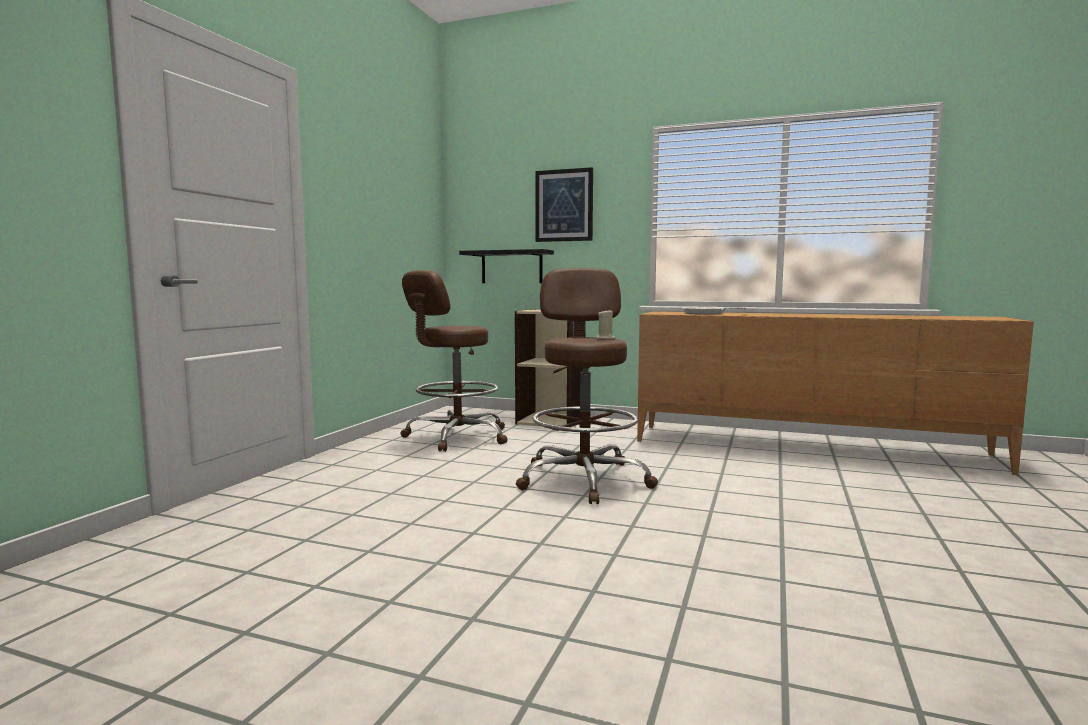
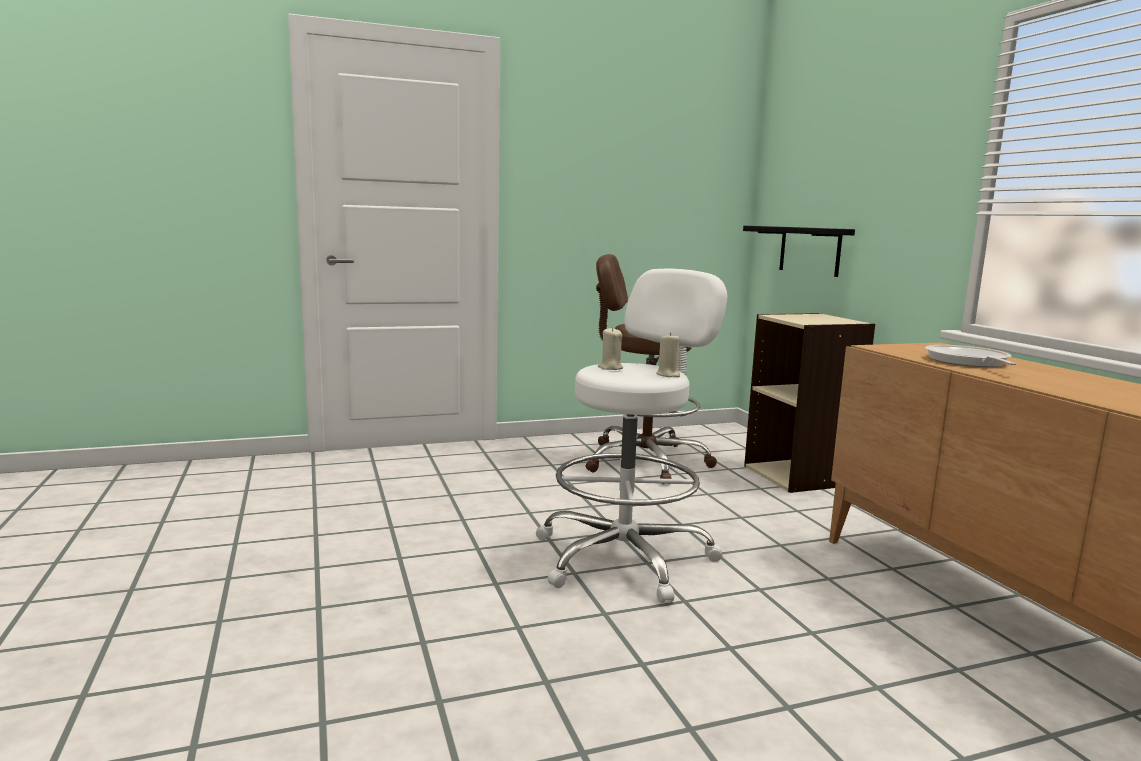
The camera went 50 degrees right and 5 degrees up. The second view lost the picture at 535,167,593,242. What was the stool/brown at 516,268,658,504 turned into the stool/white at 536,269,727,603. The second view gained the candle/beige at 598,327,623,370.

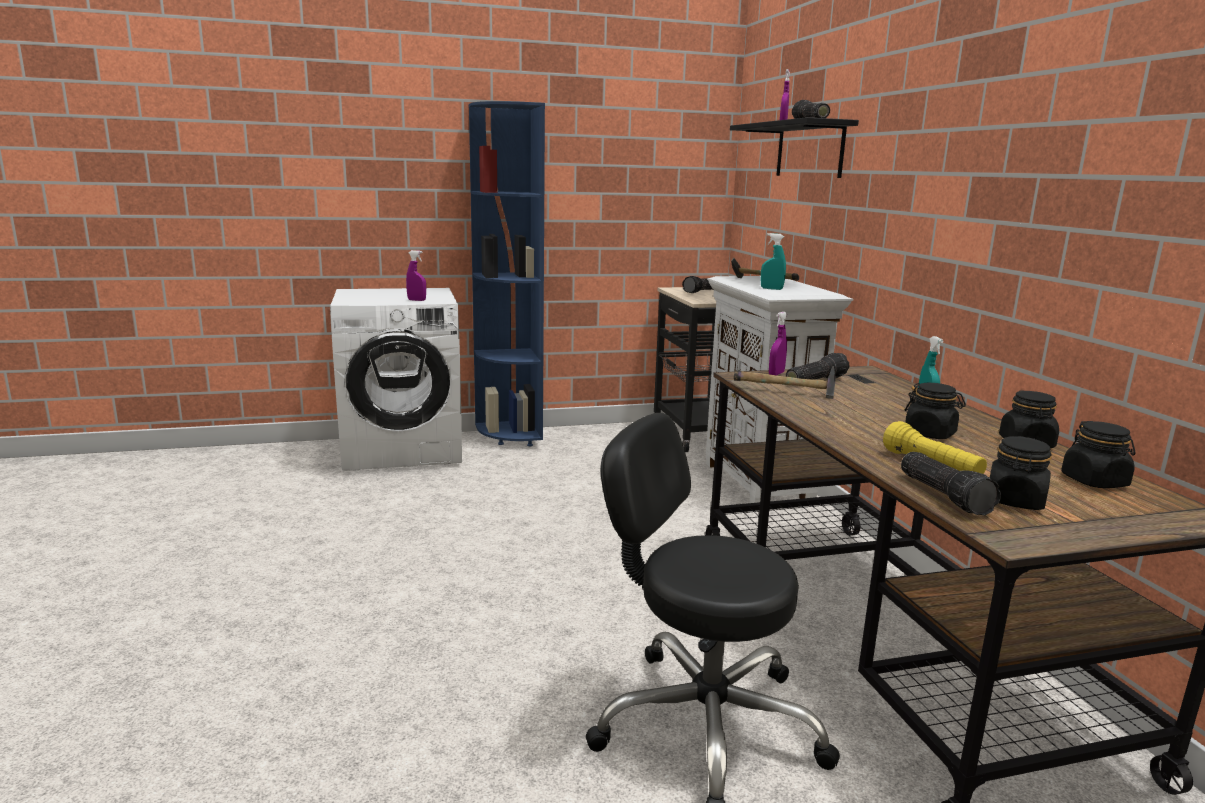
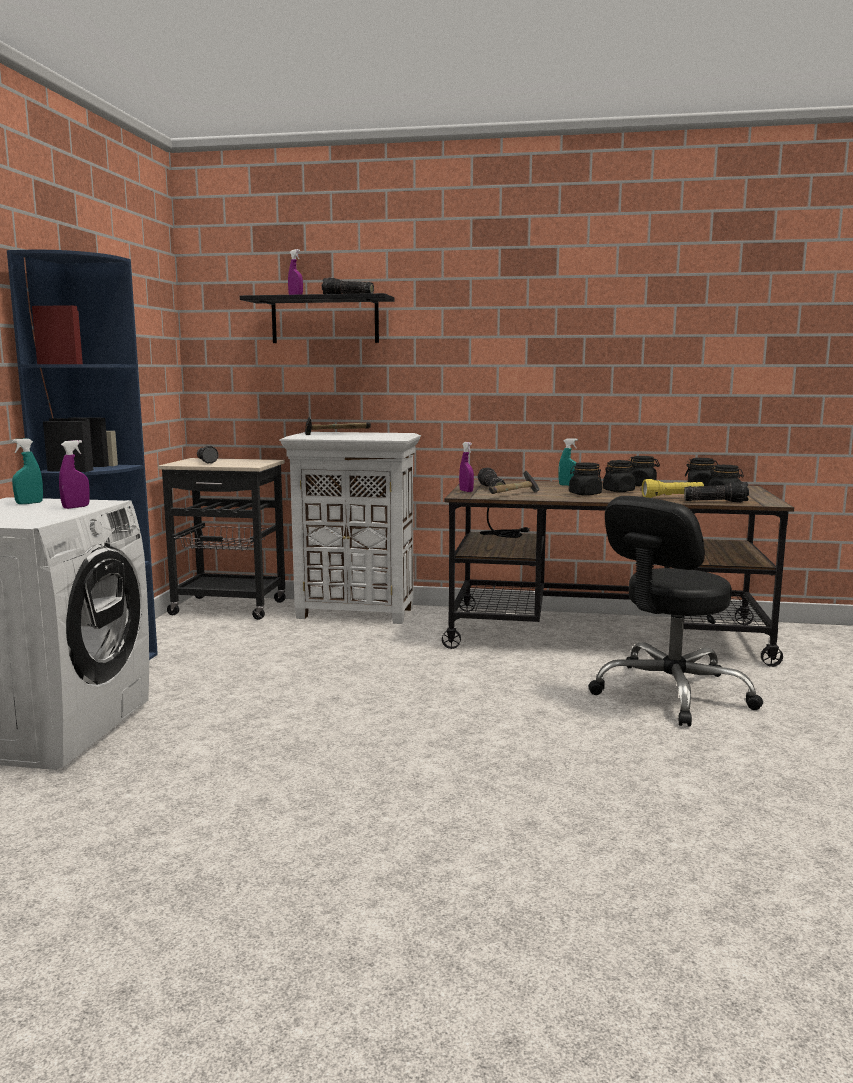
The camera went 65 degrees left and 5 degrees down. The spray bottle/turquoise ended up elsewhere, having gone from 761,233,786,290 to 12,438,43,504. The second view gained the jar/black at 569,462,602,496.

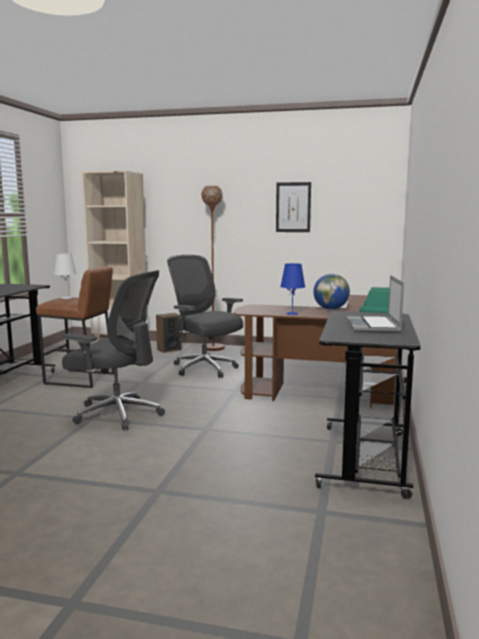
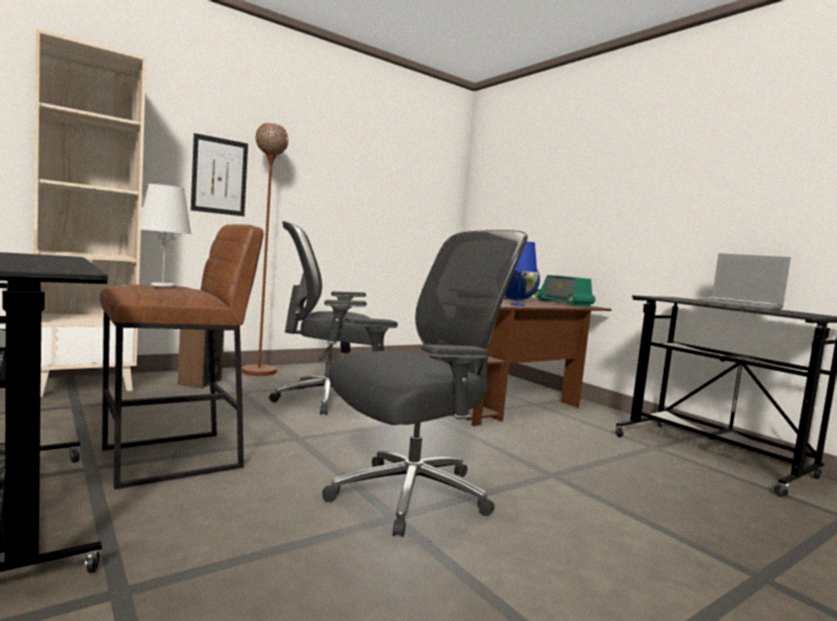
The camera went 50 degrees left and 5 degrees down. The picture ended up elsewhere, having gone from 276,182,311,232 to 191,133,248,216.

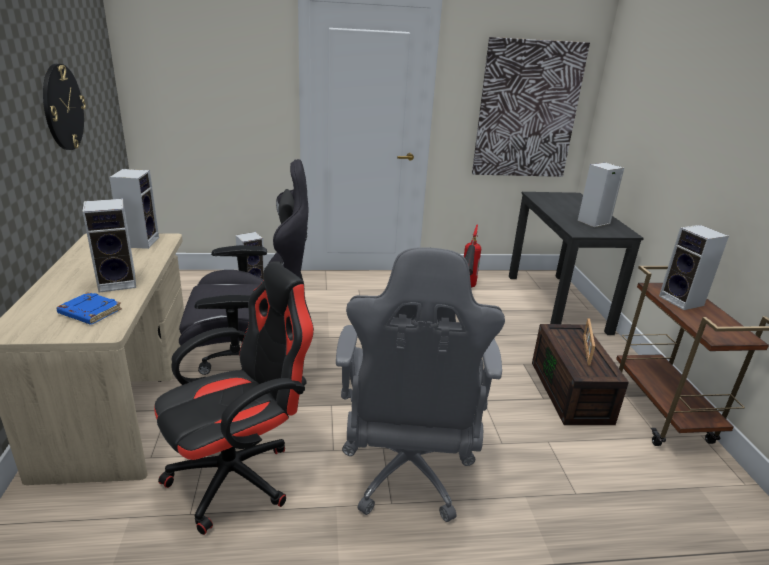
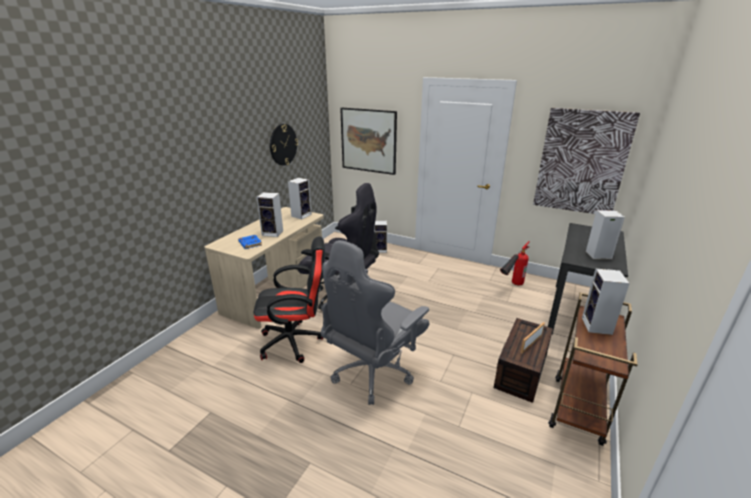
The camera went 35 degrees right and 0 degrees up. The second view gained the picture at 340,108,397,175.

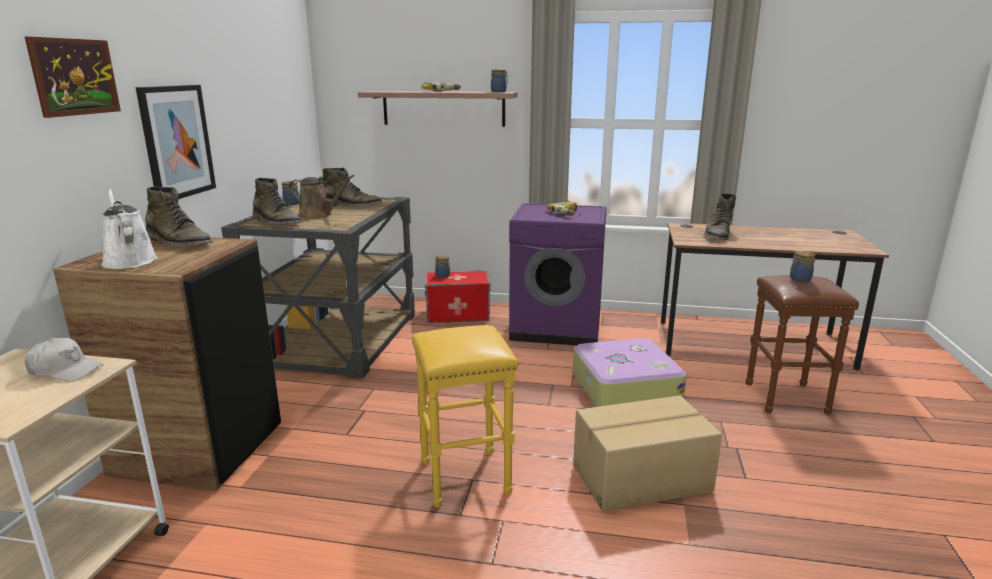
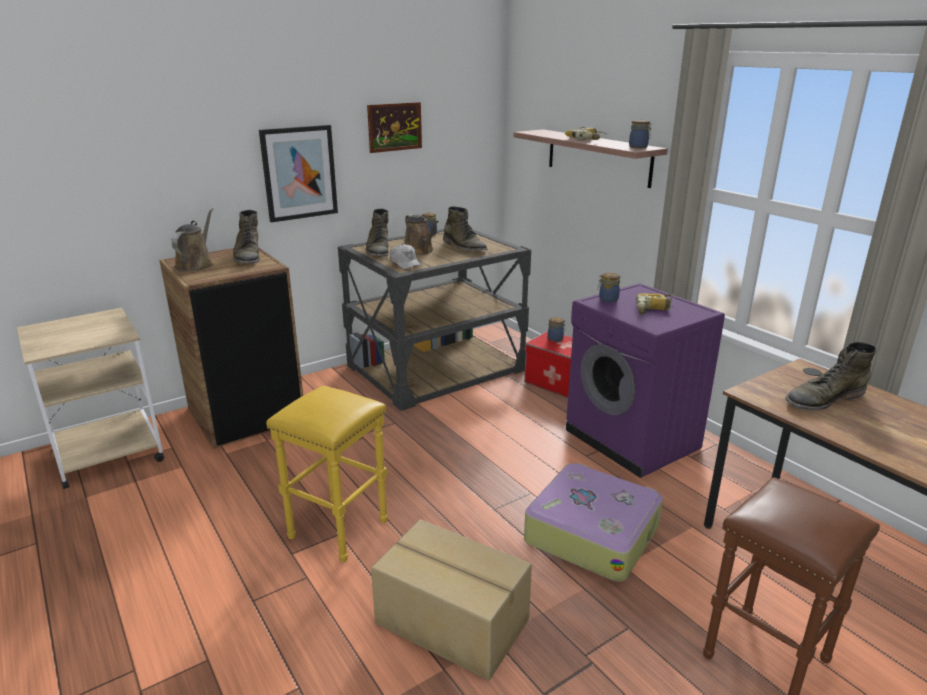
The camera went 45 degrees right and 5 degrees up. The picture ended up elsewhere, having gone from 24,36,121,118 to 367,102,422,153. What was the watering can/white at 101,188,158,269 turned into the watering can/brown at 171,208,213,271. The jar ended up elsewhere, having gone from 790,251,815,282 to 598,273,620,303. The cap/white ended up elsewhere, having gone from 25,338,104,382 to 390,244,422,269.

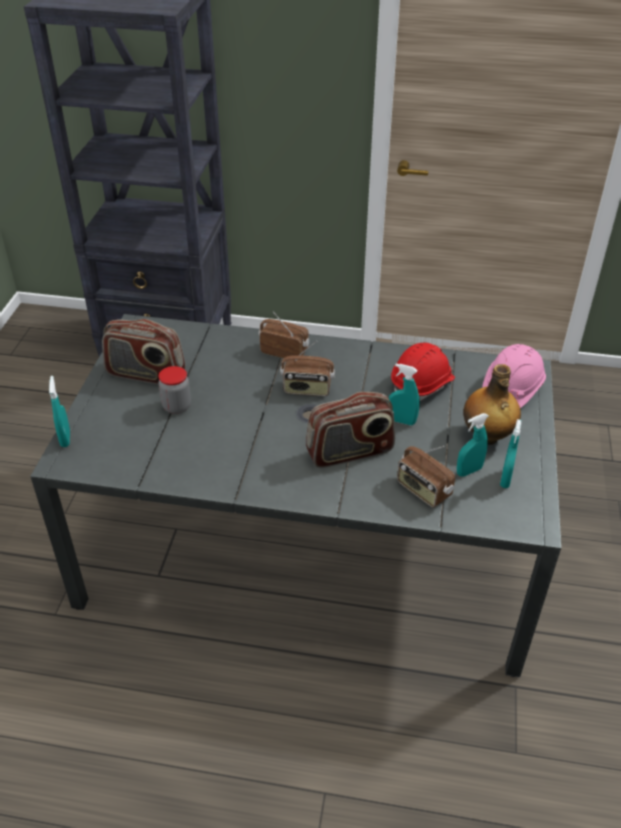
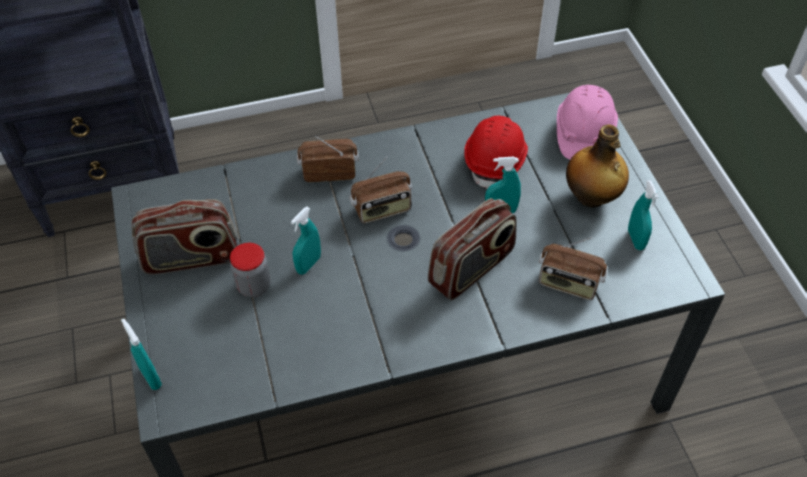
The camera went 25 degrees left and 10 degrees up. The spray bottle/turquoise ended up elsewhere, having gone from 457,413,489,477 to 291,207,321,275.

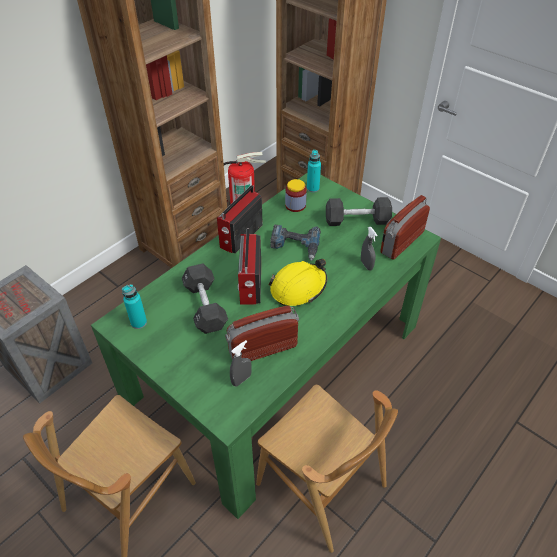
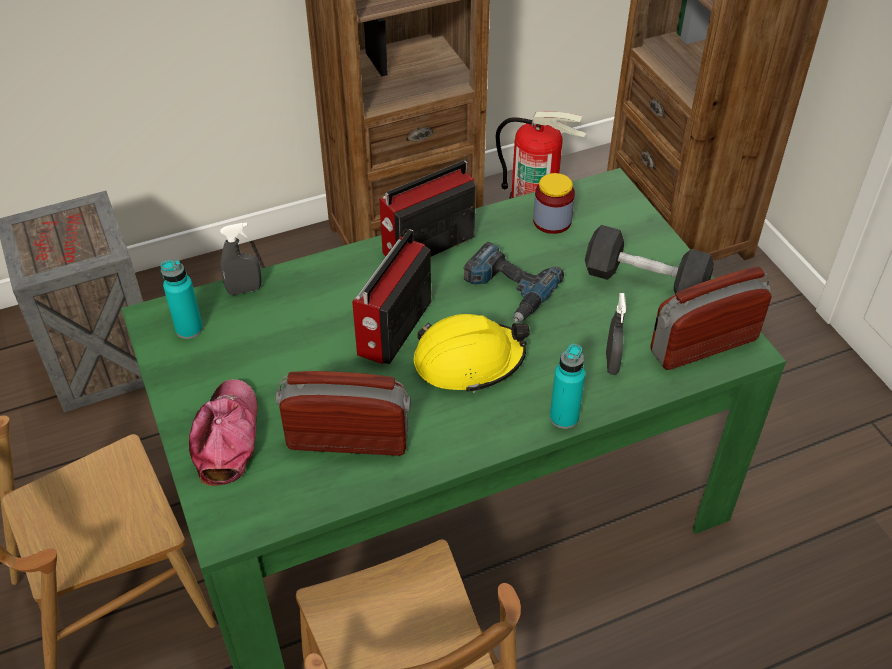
The camera went 25 degrees right and 0 degrees up. The bottle/turquoise ended up elsewhere, having gone from 307,150,321,193 to 550,344,585,429. The second view lost the dumbbell/black at 182,264,228,334. The spray bottle/grey ended up elsewhere, having gone from 230,340,252,387 to 220,222,262,295. The second view gained the cap at 189,379,257,486.

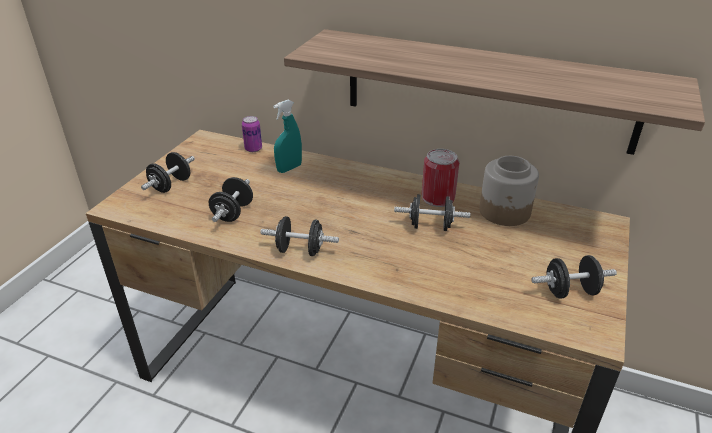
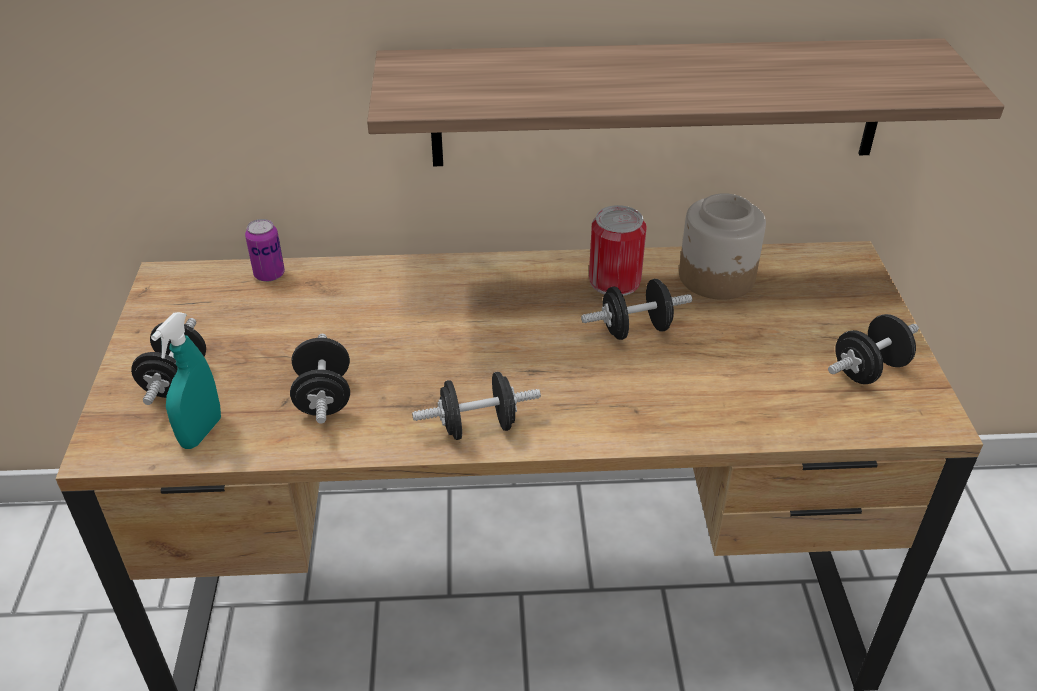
The camera went 25 degrees left and 5 degrees up. The spray bottle/turquoise ended up elsewhere, having gone from 273,100,302,173 to 151,312,221,449.

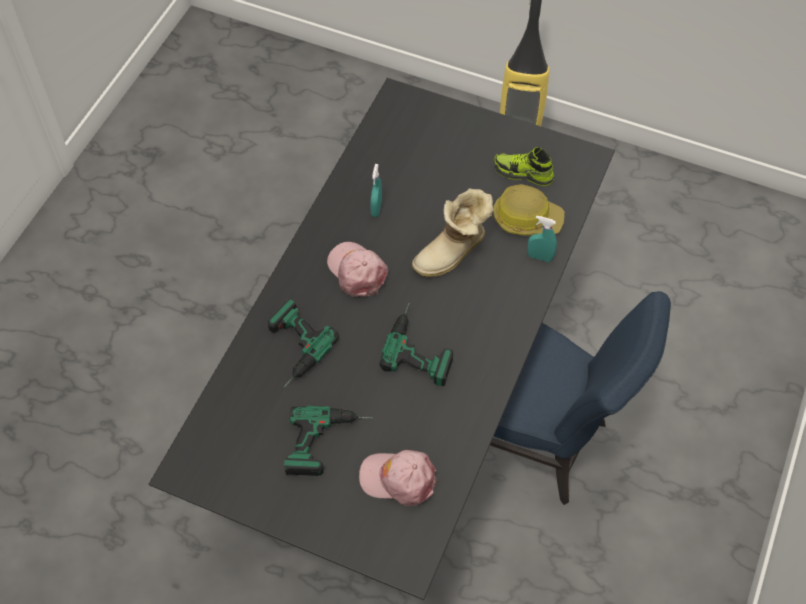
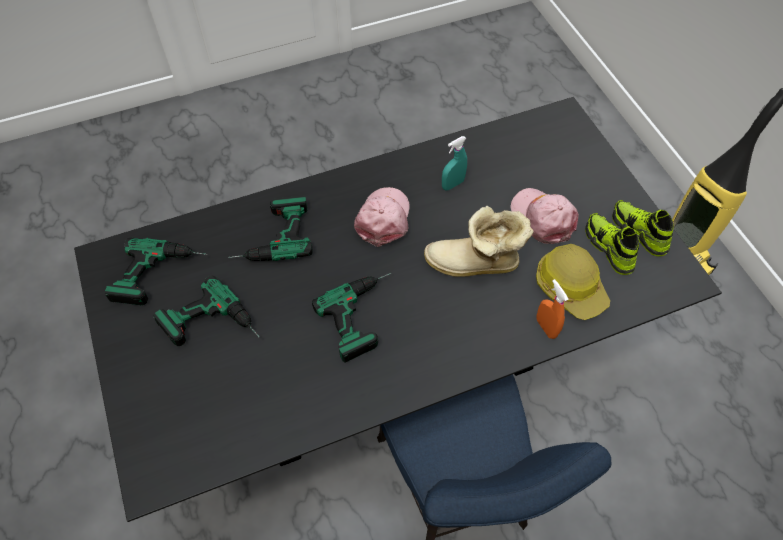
The camera went 45 degrees right and 0 degrees up. What was the spray bottle/turquoise at 527,216,557,262 turned into the spray bottle/orange at 537,279,569,339. The cap/pink ended up elsewhere, having gone from 359,450,437,506 to 511,188,579,244. The second view gained the shoe at 612,200,673,257. The second view gained the power drill at 105,237,208,305.

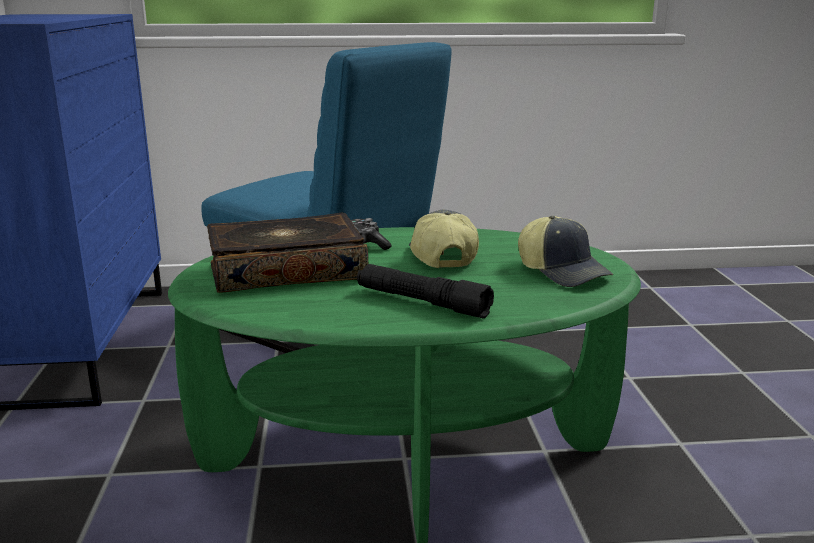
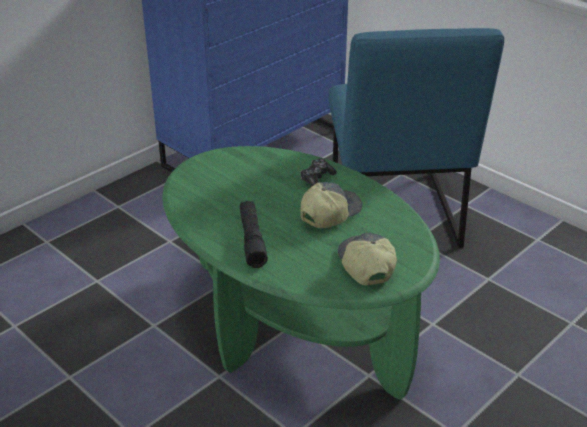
The camera went 50 degrees right and 15 degrees up. The second view lost the book at 207,213,368,293. The cap at 518,216,613,287 ended up facing another way, 150 degrees clockwise from before.

